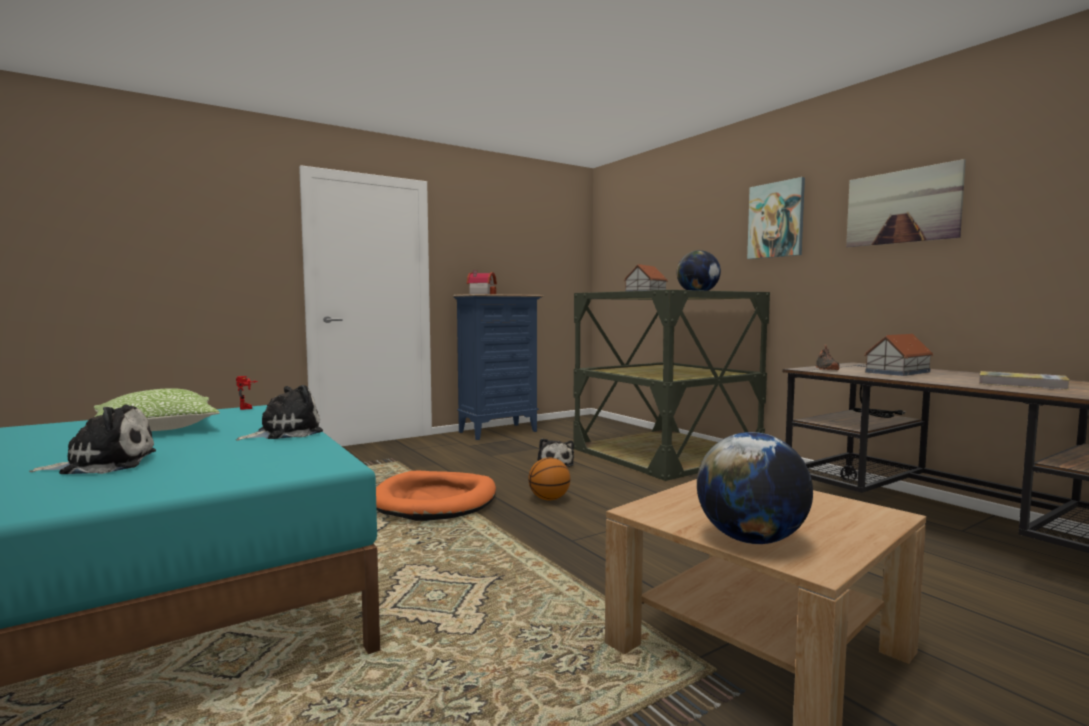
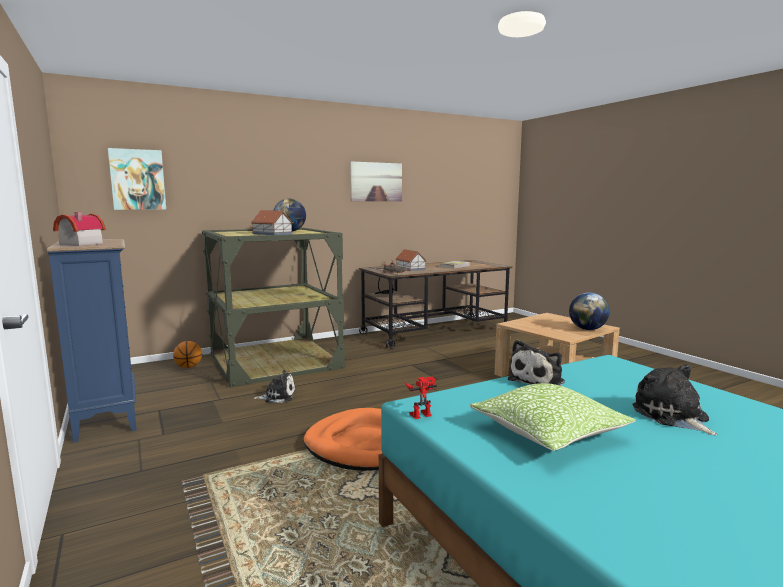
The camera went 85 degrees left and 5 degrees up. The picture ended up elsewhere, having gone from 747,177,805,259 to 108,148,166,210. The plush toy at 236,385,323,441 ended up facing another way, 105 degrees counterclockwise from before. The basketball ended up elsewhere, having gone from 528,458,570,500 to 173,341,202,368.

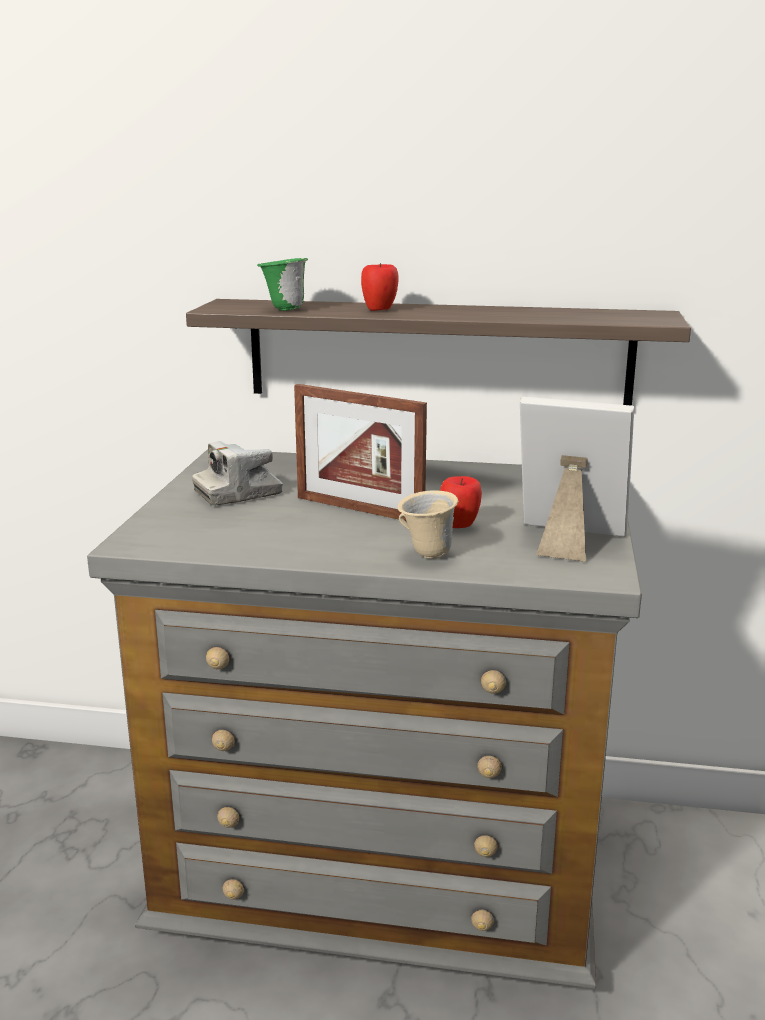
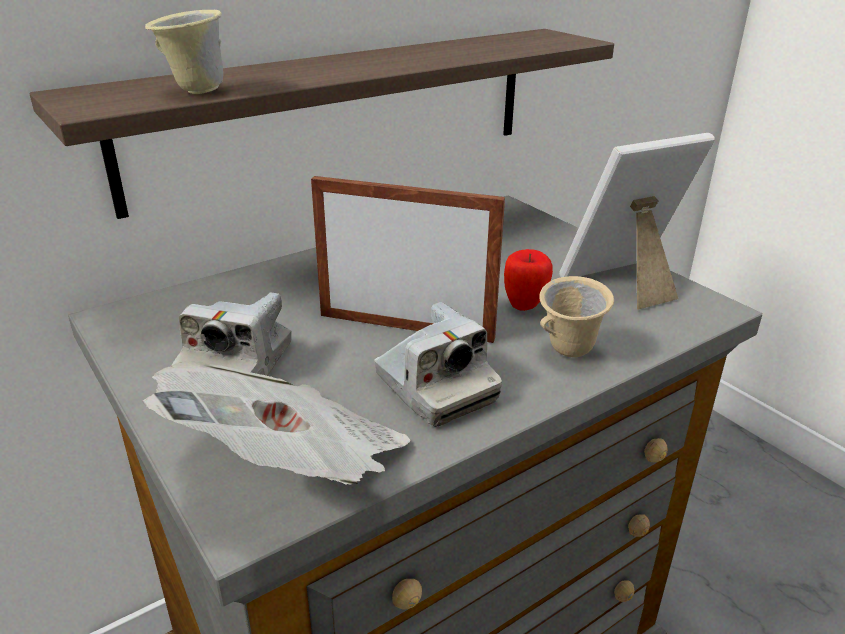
The camera went 45 degrees left and 10 degrees up. What was the mug/green at 257,258,308,311 turned into the mug/beige at 145,10,223,94. The second view lost the apple at 361,263,399,311. The picture frame at 294,384,427,521 ended up facing another way, 150 degrees counterclockwise from before. The second view gained the photo camera at 374,302,502,427. The second view gained the newspaper at 142,361,411,484.

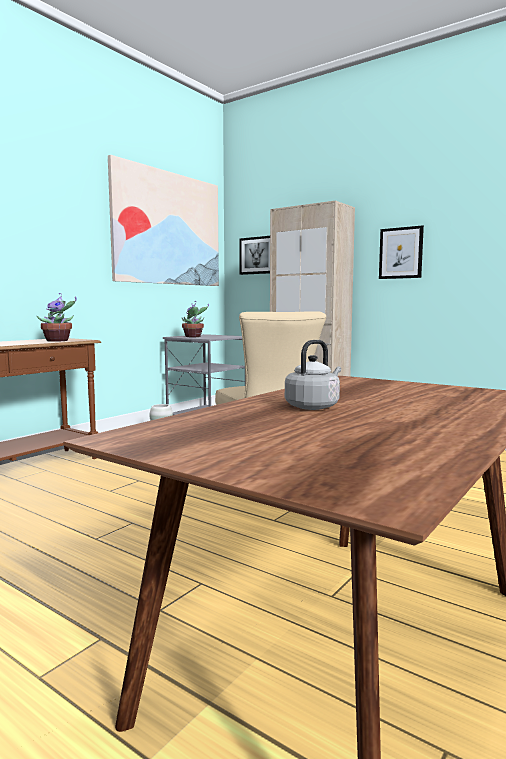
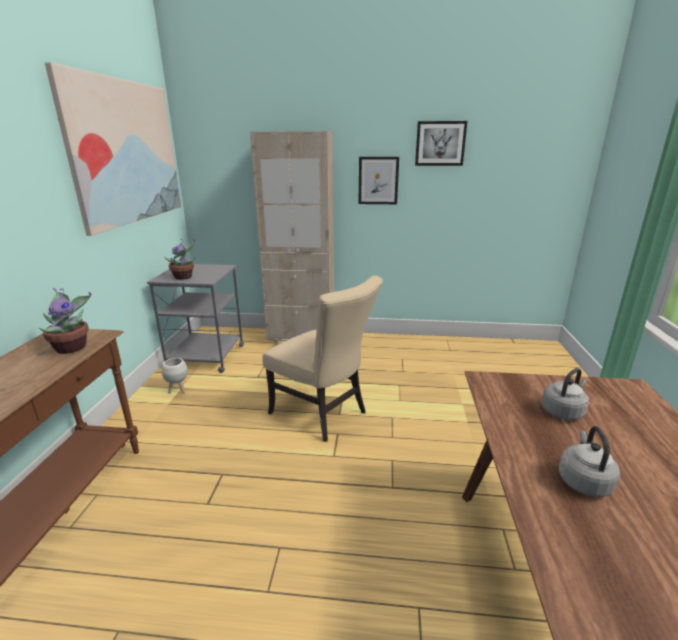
The camera went 30 degrees left and 15 degrees up. The picture ended up elsewhere, having gone from 240,236,270,275 to 415,121,467,166. The second view gained the kettle/grey at 542,368,589,420.

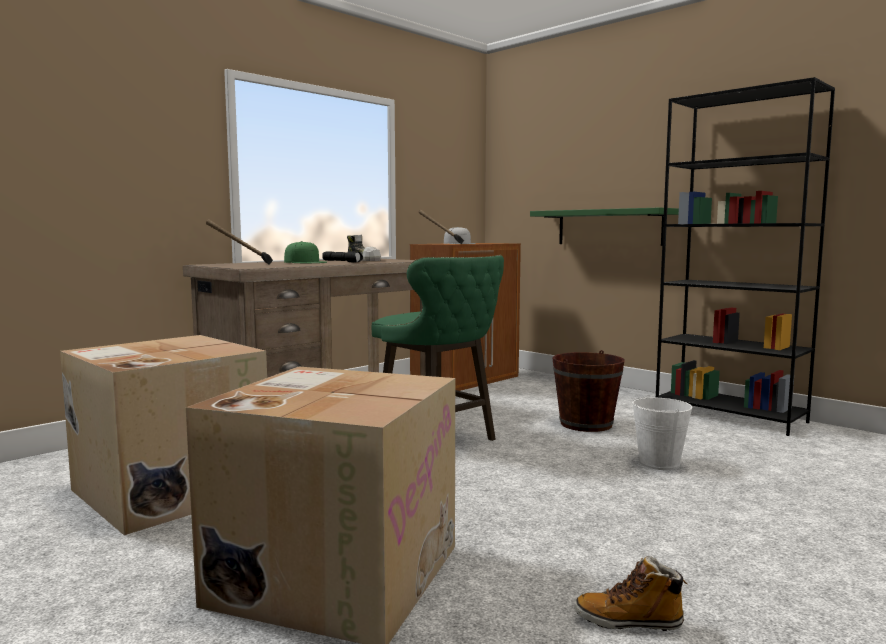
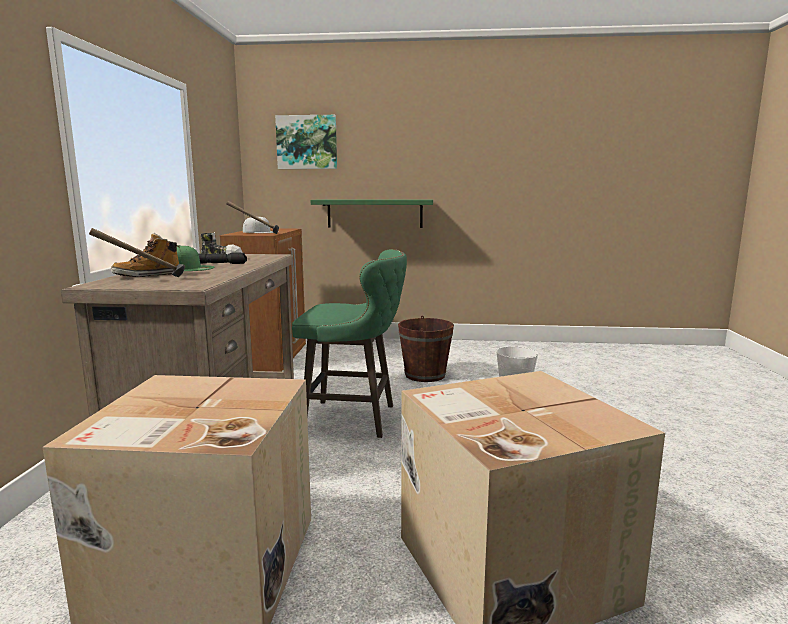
The camera went 40 degrees left and 5 degrees up. The second view lost the bookcase/black at 656,77,835,436. The boot ended up elsewhere, having gone from 575,556,687,631 to 111,233,179,277. The second view gained the picture at 275,115,337,169.

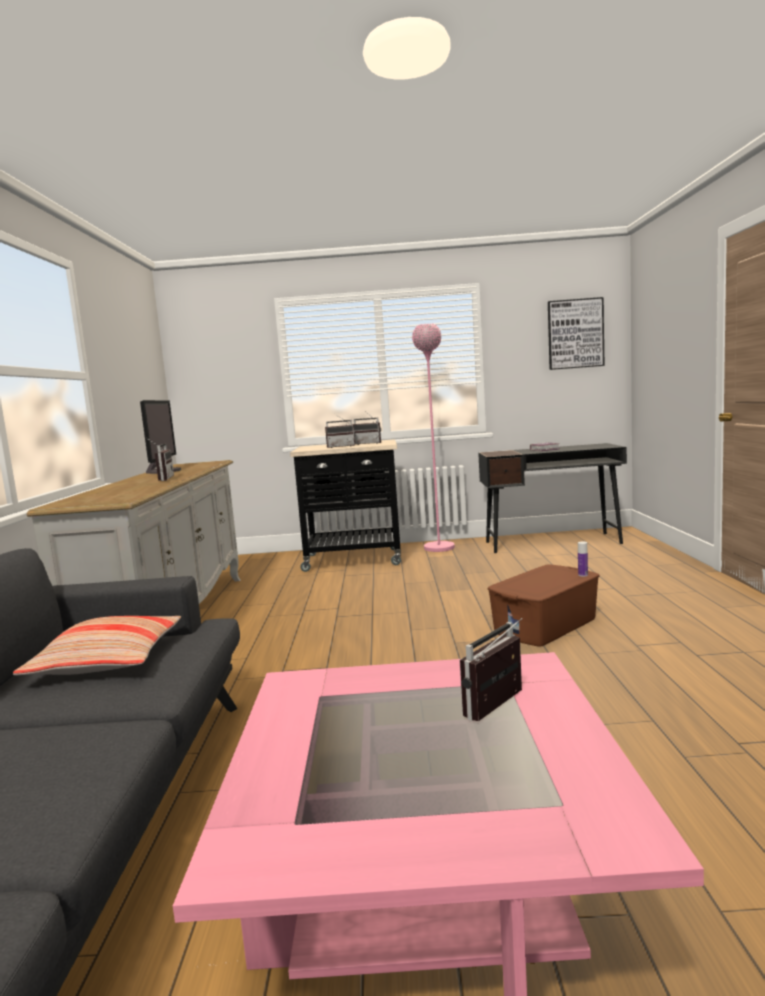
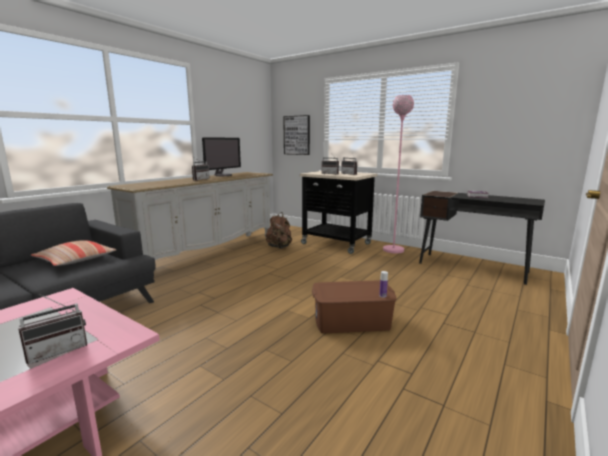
The camera went 35 degrees right and 5 degrees up. The picture ended up elsewhere, having gone from 548,297,605,370 to 283,115,310,155. The radio at 460,618,522,721 ended up facing another way, 150 degrees clockwise from before. The second view gained the backpack/brown at 266,212,292,249.

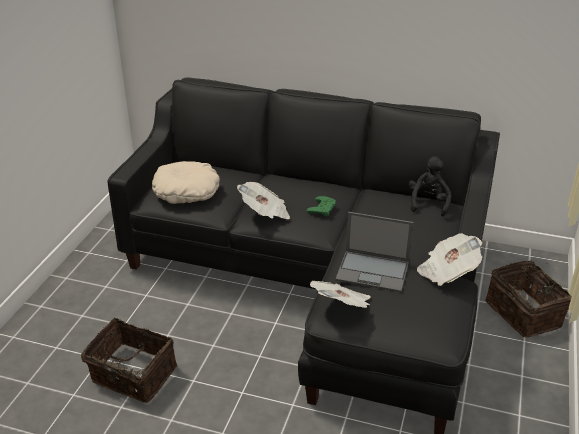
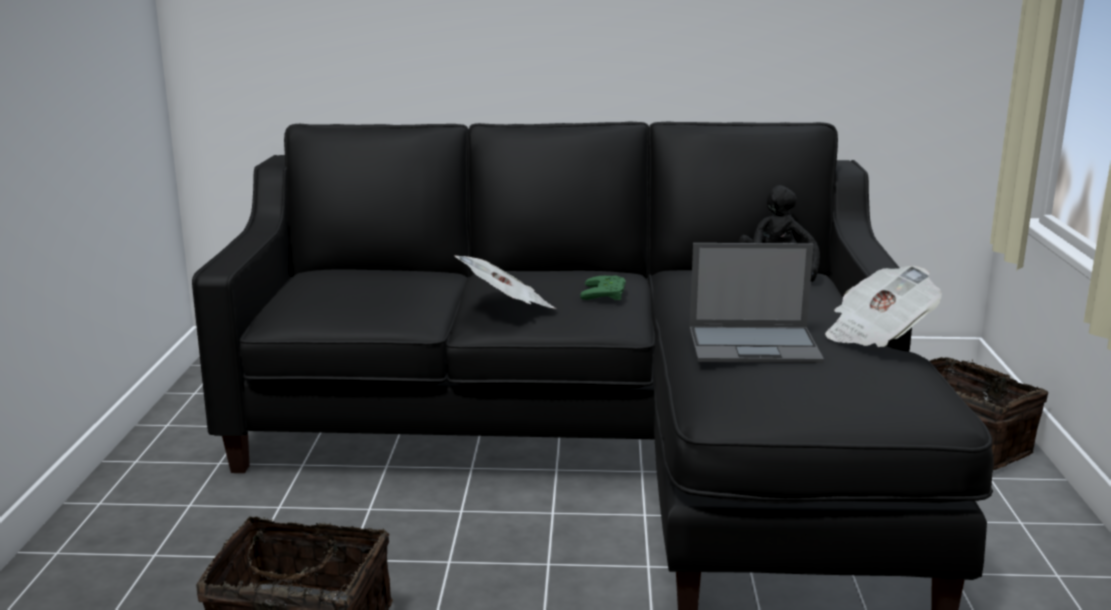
The camera went 15 degrees left and 15 degrees down. The second view lost the pillow/beige at 152,161,220,204. The second view lost the newspaper at 310,281,371,308.

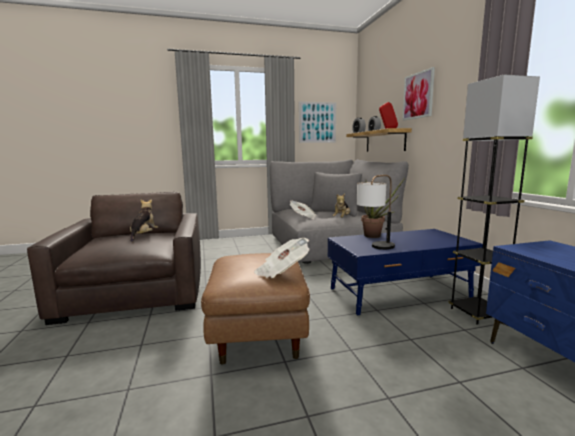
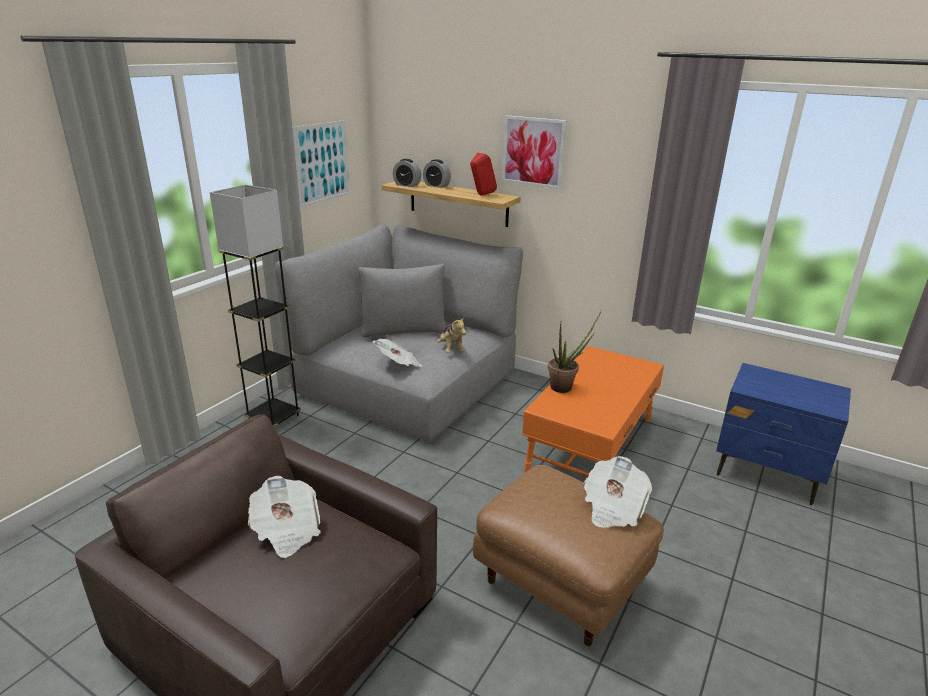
The camera went 45 degrees left and 15 degrees up. The floor lamp/grey ended up elsewhere, having gone from 448,74,540,325 to 210,184,301,427. The second view lost the table lamp at 357,175,395,250. Where the plush toy stood at 130,199,158,242, the newspaper came to stand at 248,476,321,558. What was the coffee table/blue at 328,229,483,315 turned into the coffee table/orange at 522,346,664,476.

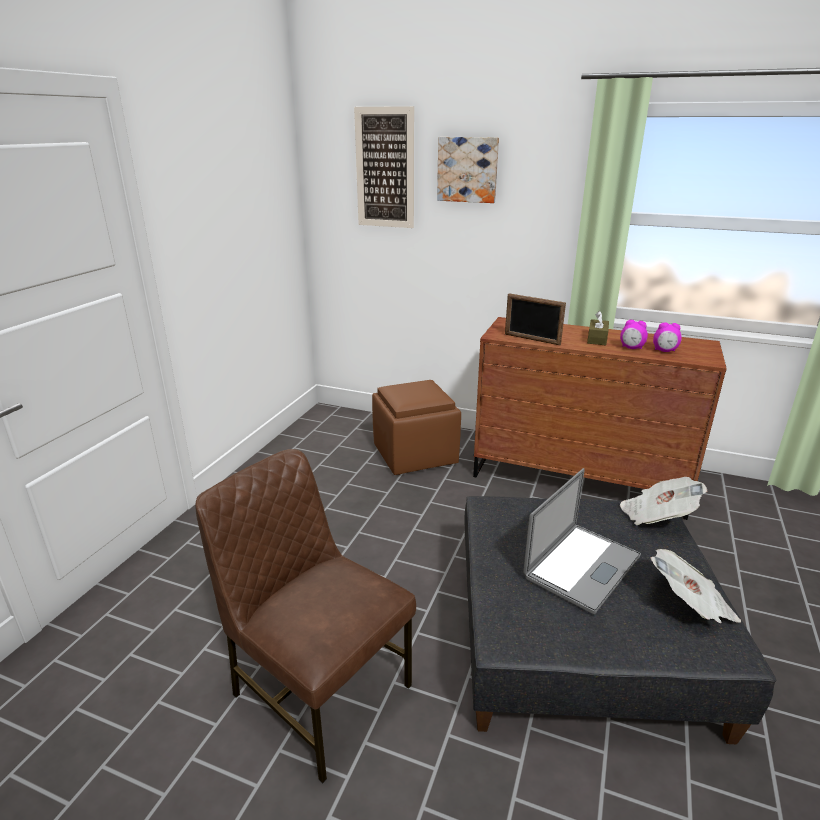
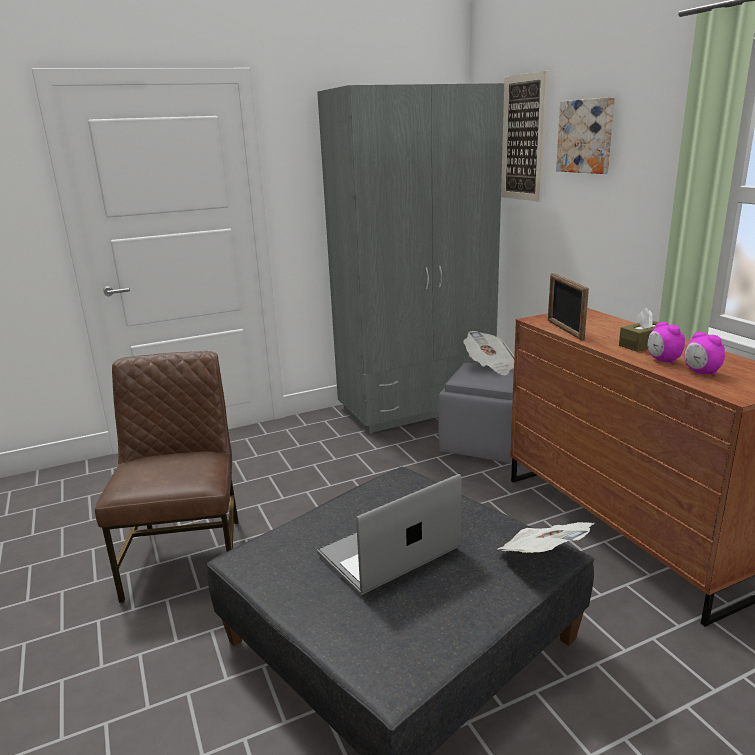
The camera went 45 degrees right and 5 degrees down. What was the ottoman/brown at 372,380,461,475 turned into the ottoman/grey at 438,362,514,464. The laptop at 523,468,641,614 ended up facing another way, 150 degrees clockwise from before. The newspaper ended up elsewhere, having gone from 650,549,741,624 to 463,331,514,375. The second view gained the wardrobe/grey at 317,83,504,434.

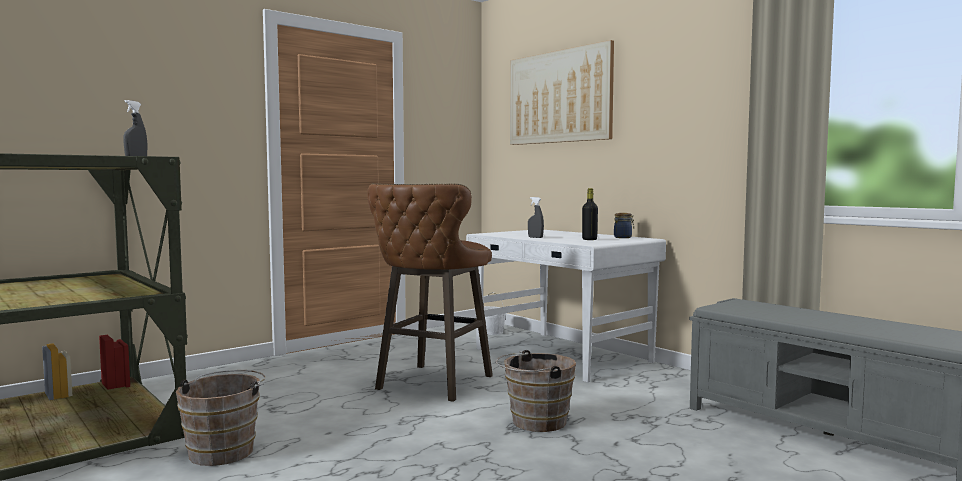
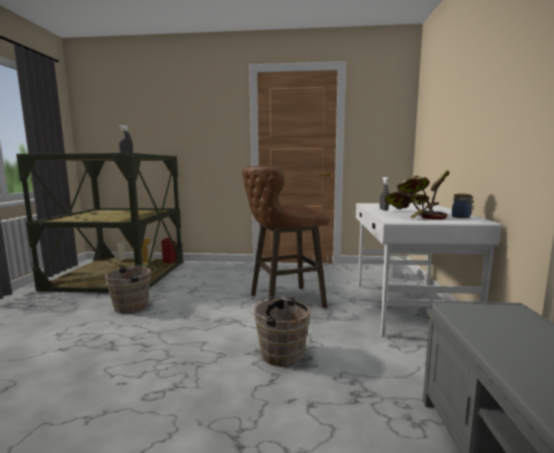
The camera went 45 degrees right and 5 degrees up. The second view lost the picture at 510,40,614,145. Where the bottle/black stood at 582,188,598,240, the potted plant came to stand at 385,170,449,220.

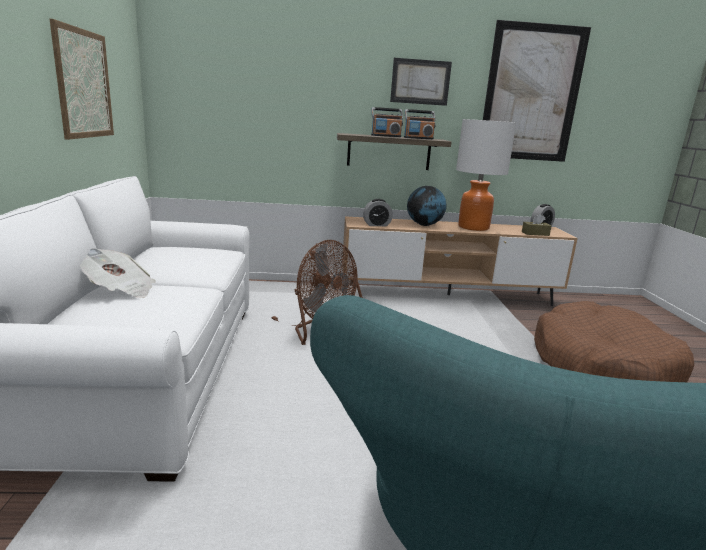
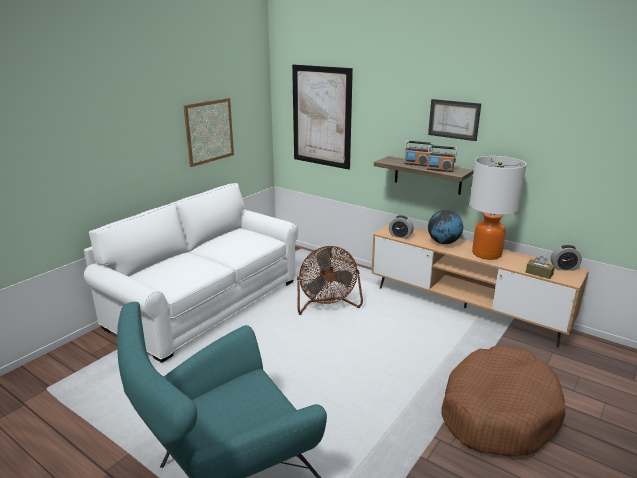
The camera went 40 degrees right and 5 degrees up. The picture ended up elsewhere, having gone from 483,20,591,162 to 292,65,353,170. The second view lost the newspaper at 79,248,156,298.

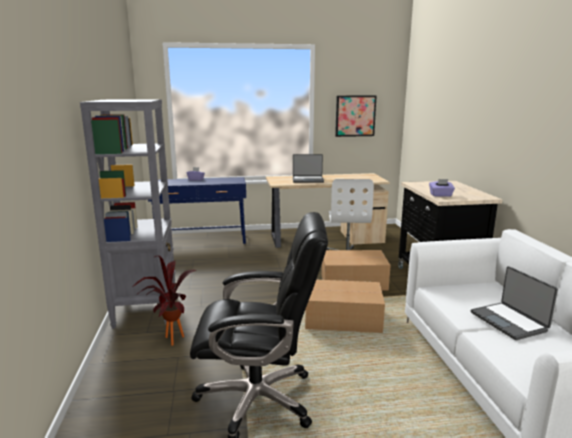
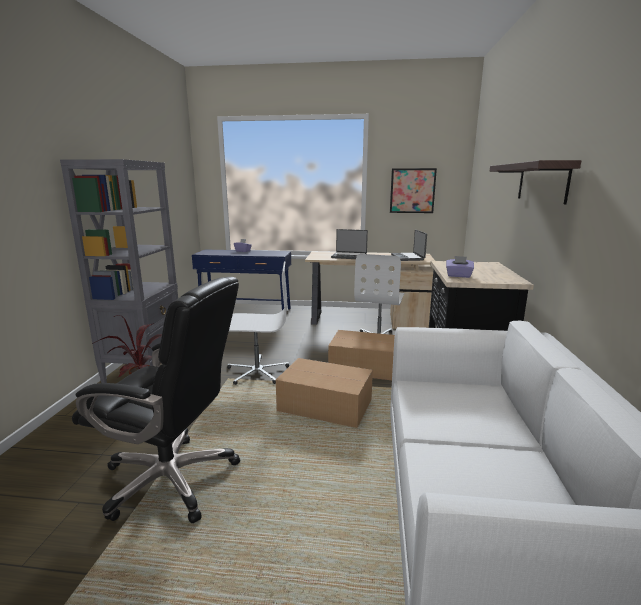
The camera went 15 degrees right and 0 degrees up. The laptop ended up elsewhere, having gone from 471,266,558,340 to 391,230,427,261. The second view gained the shelf at 490,160,581,204. The second view gained the office chair/white at 227,261,289,385.

